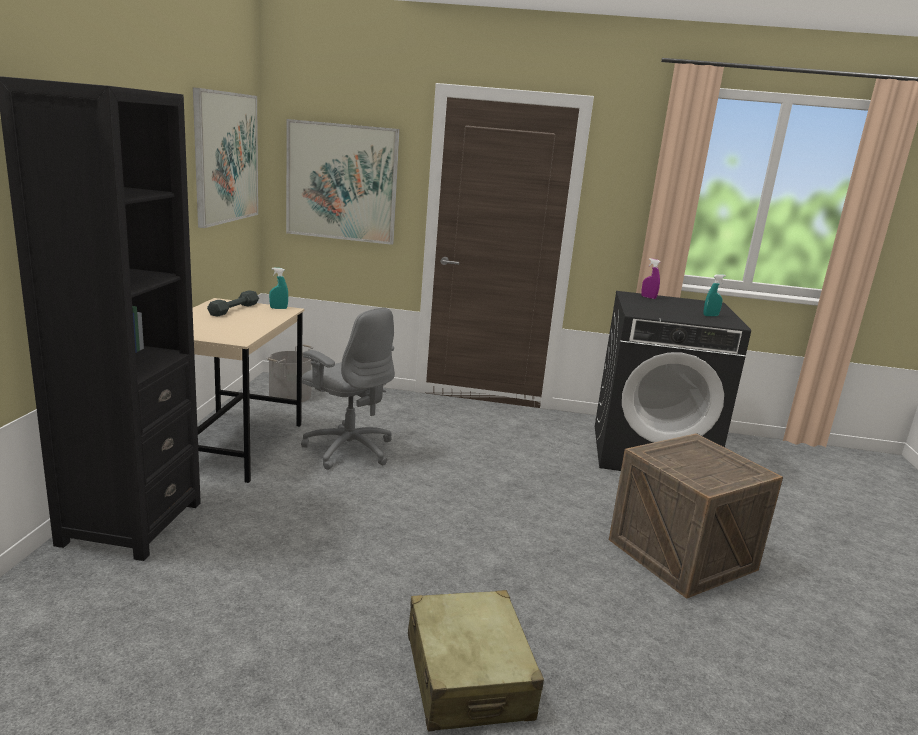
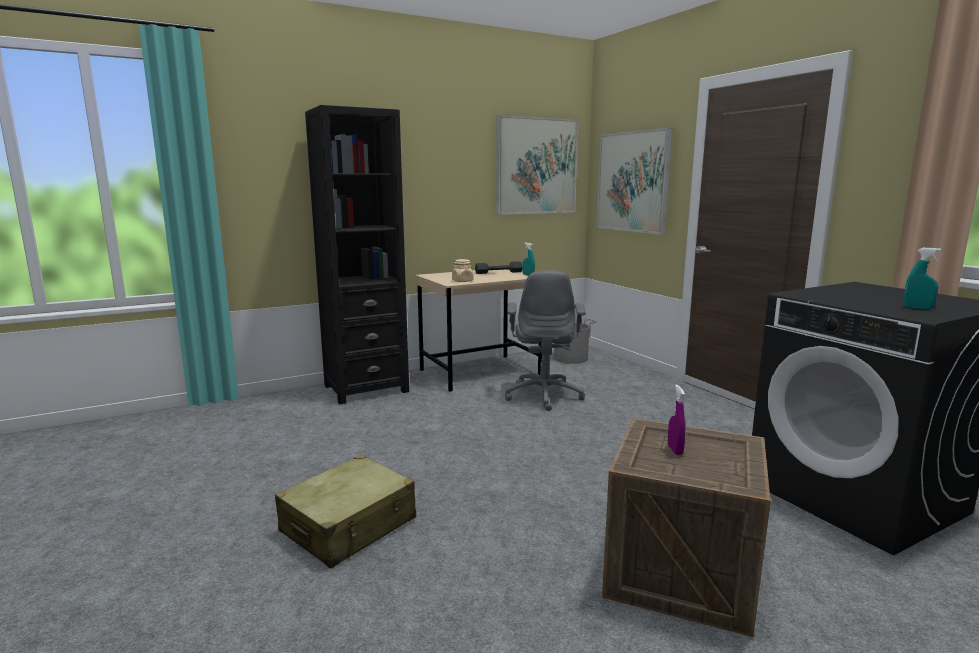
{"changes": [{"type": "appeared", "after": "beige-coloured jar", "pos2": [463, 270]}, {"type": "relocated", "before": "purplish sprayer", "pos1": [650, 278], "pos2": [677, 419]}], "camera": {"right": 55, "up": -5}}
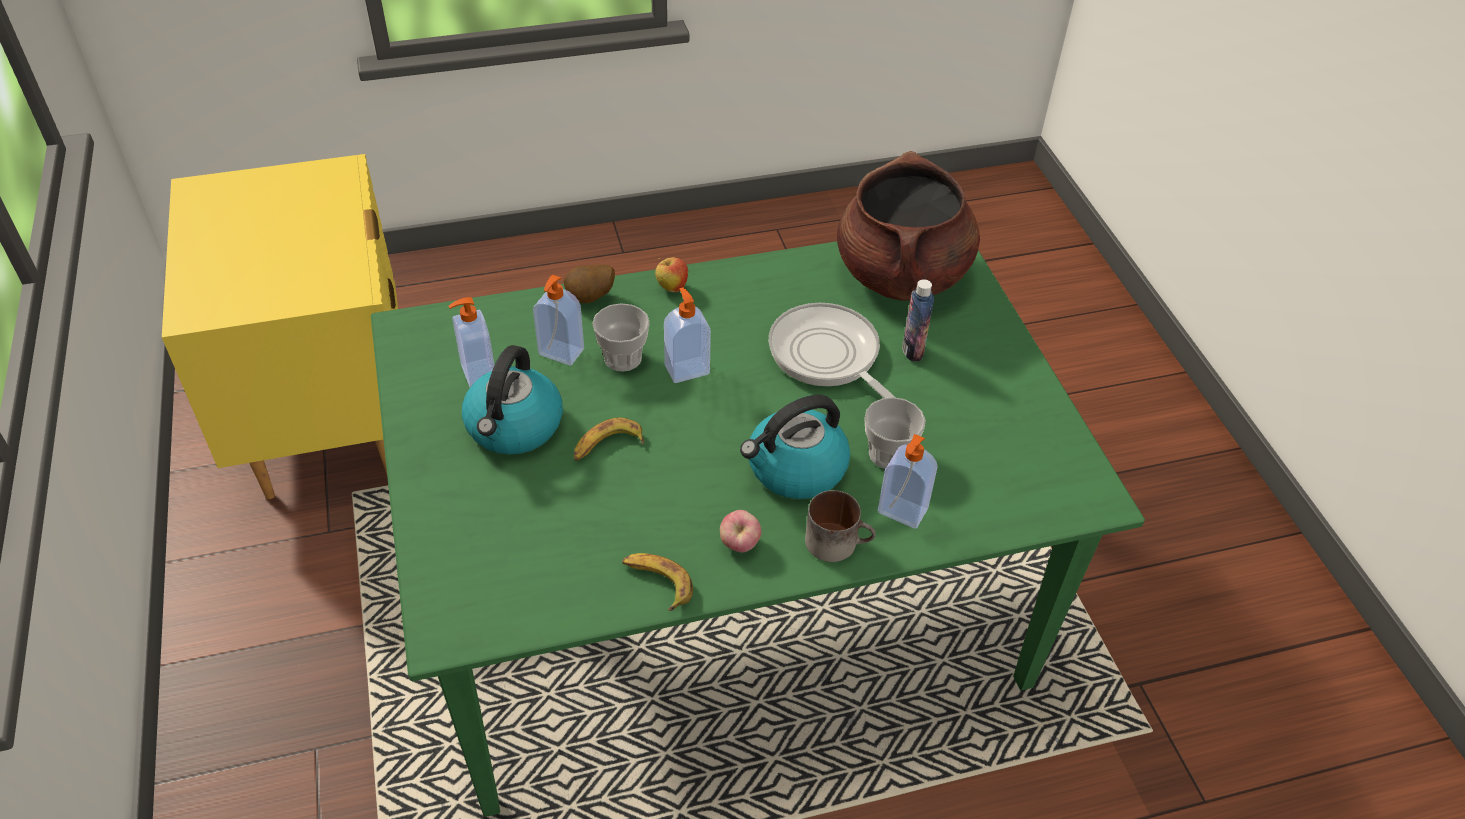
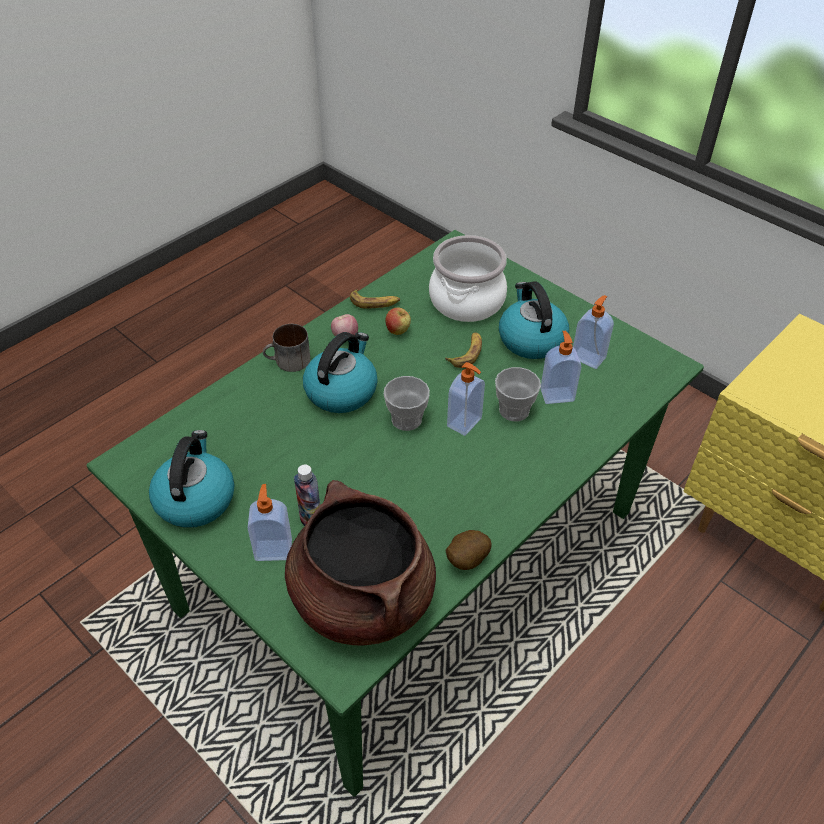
{"changes": [{"type": "appeared", "after": "water kettle", "pos2": [192, 479]}, {"type": "relocated", "before": "liquid soap bottle", "pos1": [907, 481], "pos2": [270, 522]}, {"type": "relocated", "before": "small cup", "pos1": [895, 433], "pos2": [407, 403]}, {"type": "relocated", "before": "apple", "pos1": [671, 275], "pos2": [398, 321]}, {"type": "appeared", "after": "saucepot", "pos2": [468, 278]}, {"type": "relocated", "before": "whole potato", "pos1": [589, 284], "pos2": [469, 550]}, {"type": "missing", "before": "skillet", "pos1": [832, 350]}], "camera": {"right": 150, "up": 0}}
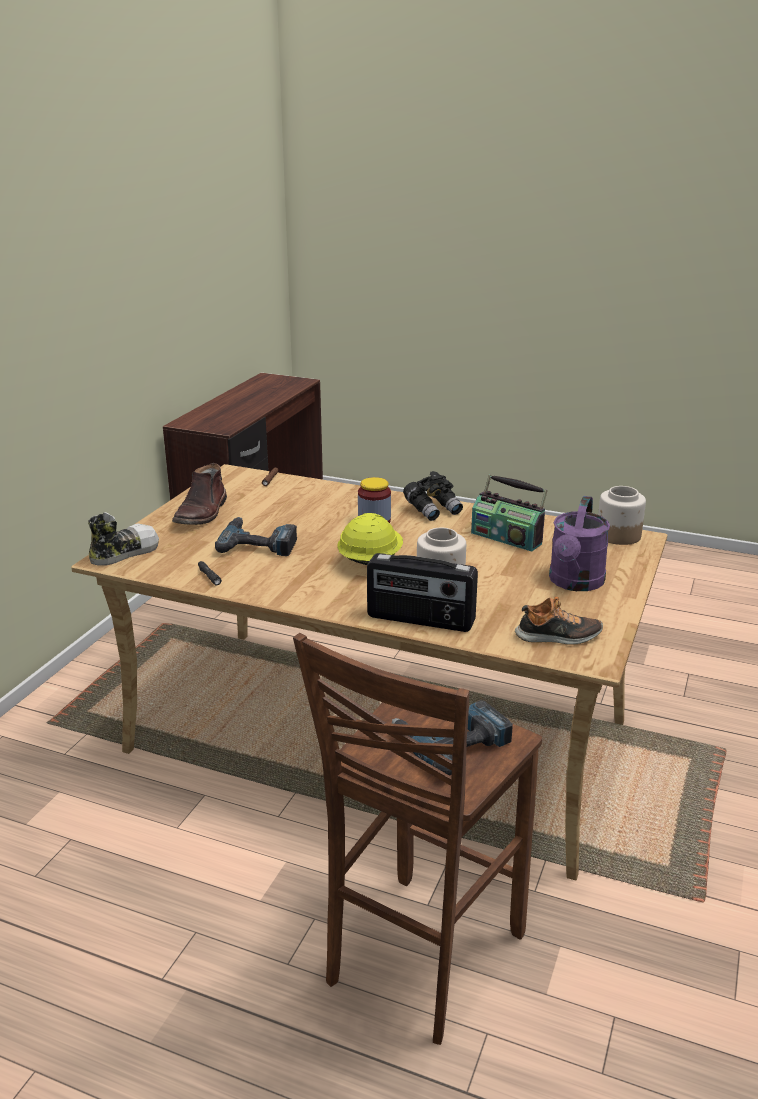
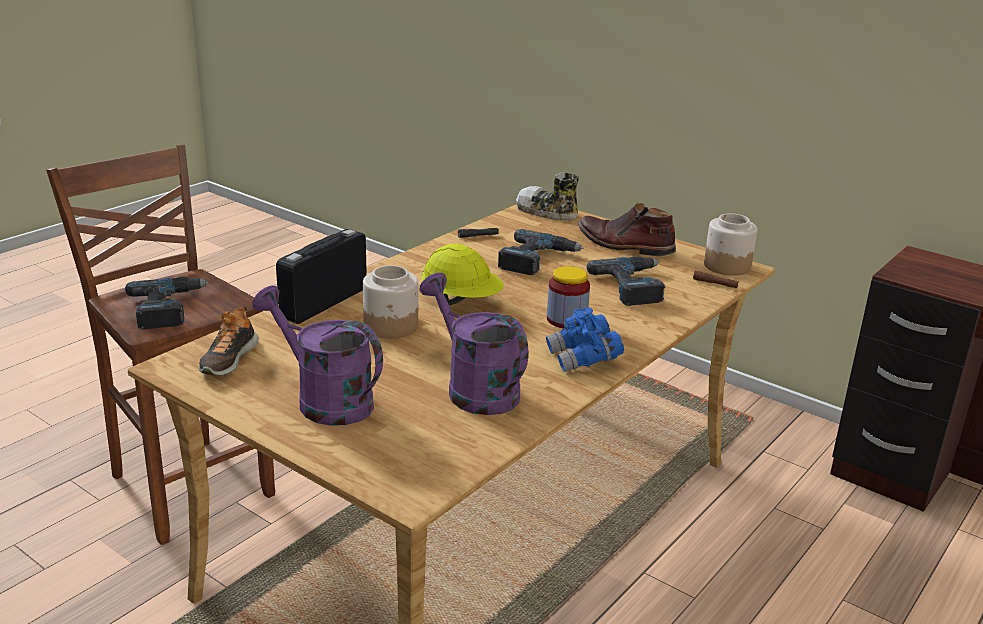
{"changes": [{"type": "exchanged", "before": "radio set", "after": "purplish watering pot", "pos1": [509, 513], "pos2": [474, 344]}, {"type": "spun", "before": "shoe", "pos1": [123, 539], "pos2": [547, 196], "turn": 150}, {"type": "colour", "before": "black field glasses", "after": "bluish field glasses", "pos1": [433, 496], "pos2": [585, 340]}, {"type": "appeared", "after": "drill", "pos2": [626, 281]}, {"type": "relocated", "before": "jar", "pos1": [622, 515], "pos2": [730, 244]}], "camera": {"right": 105, "up": 0}}
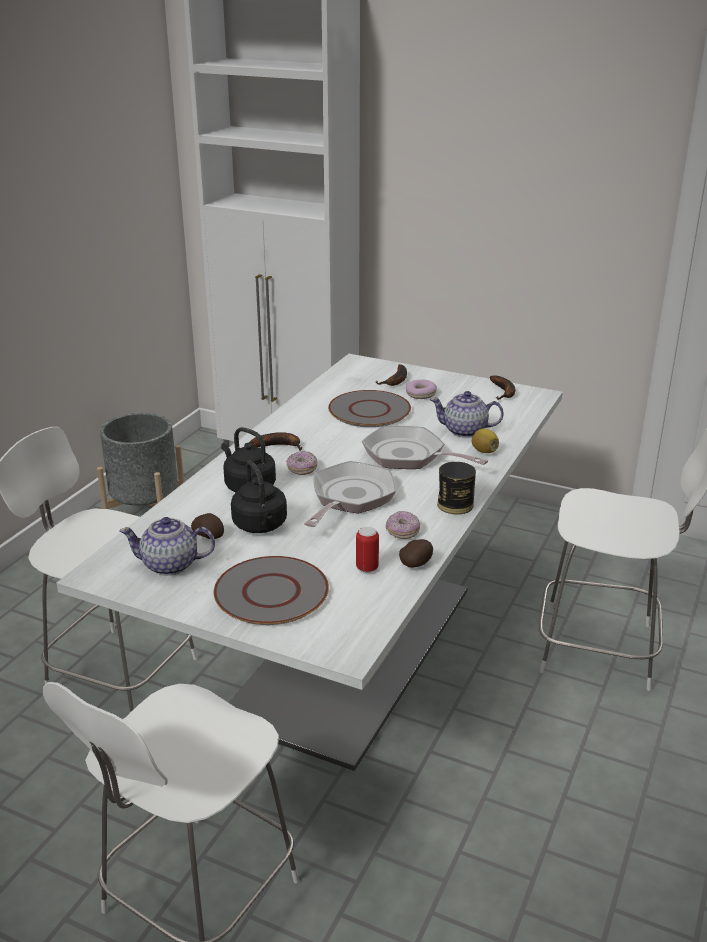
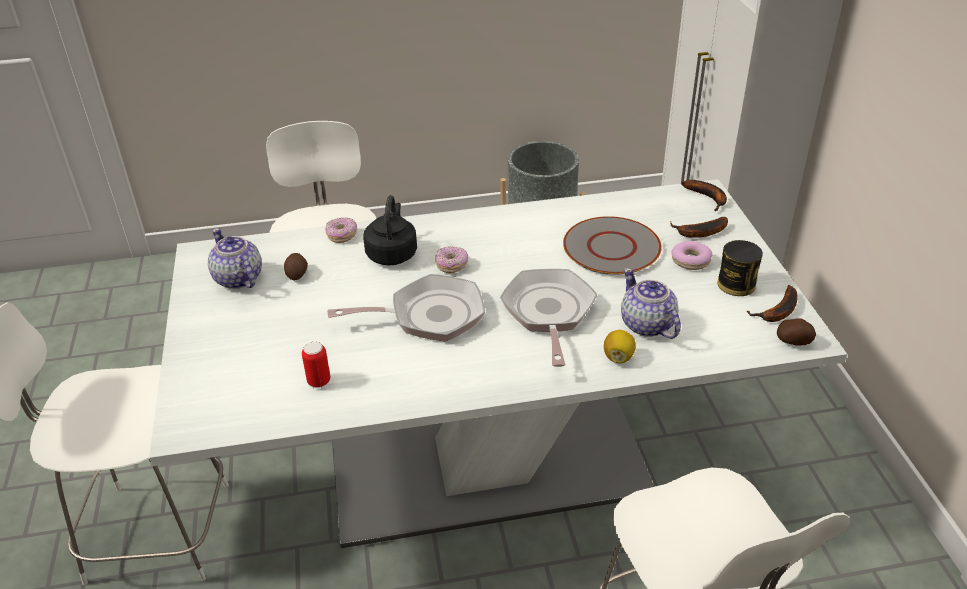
{"changes": [{"type": "relocated", "before": "donut", "pos1": [403, 525], "pos2": [341, 230]}, {"type": "relocated", "before": "whole banana", "pos1": [275, 441], "pos2": [704, 195]}, {"type": "relocated", "before": "can", "pos1": [456, 488], "pos2": [740, 268]}, {"type": "relocated", "before": "whole potato", "pos1": [416, 553], "pos2": [796, 332]}, {"type": "missing", "before": "gray plate", "pos1": [271, 590]}, {"type": "missing", "before": "black water kettle", "pos1": [259, 497]}], "camera": {"right": 55, "up": 10}}
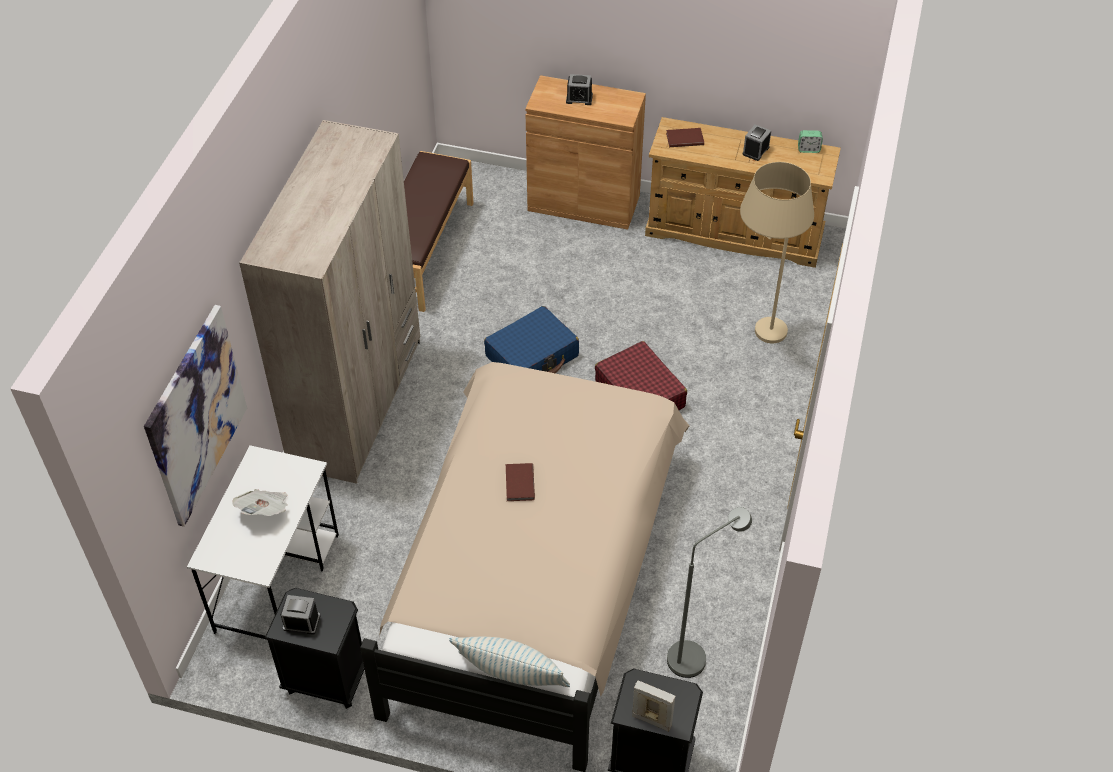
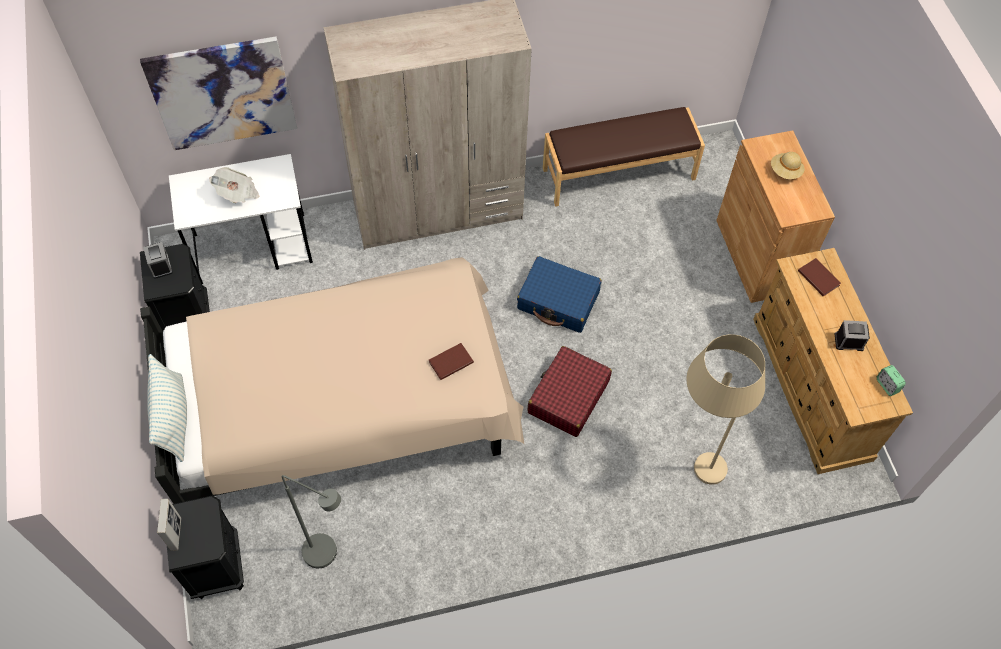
{"changes": [{"type": "relocated", "before": "brown-coloured volume", "pos1": [520, 482], "pos2": [451, 361]}, {"type": "exchanged", "before": "bedside clock", "after": "beige-coloured clothing hat", "pos1": [579, 89], "pos2": [788, 165]}], "camera": {"right": 60, "up": 10}}
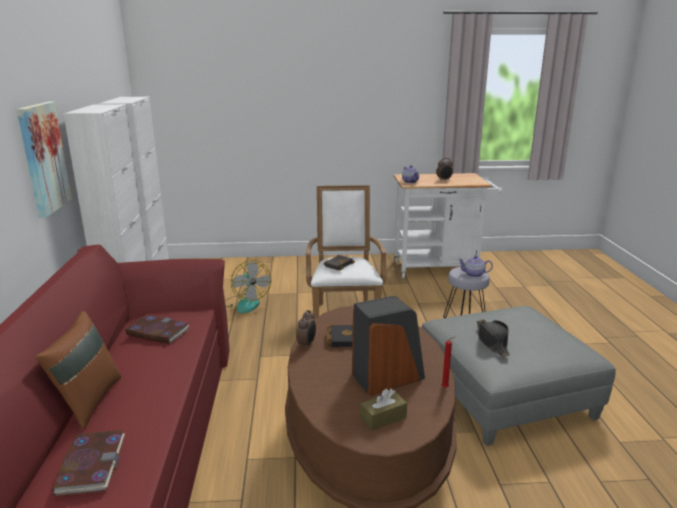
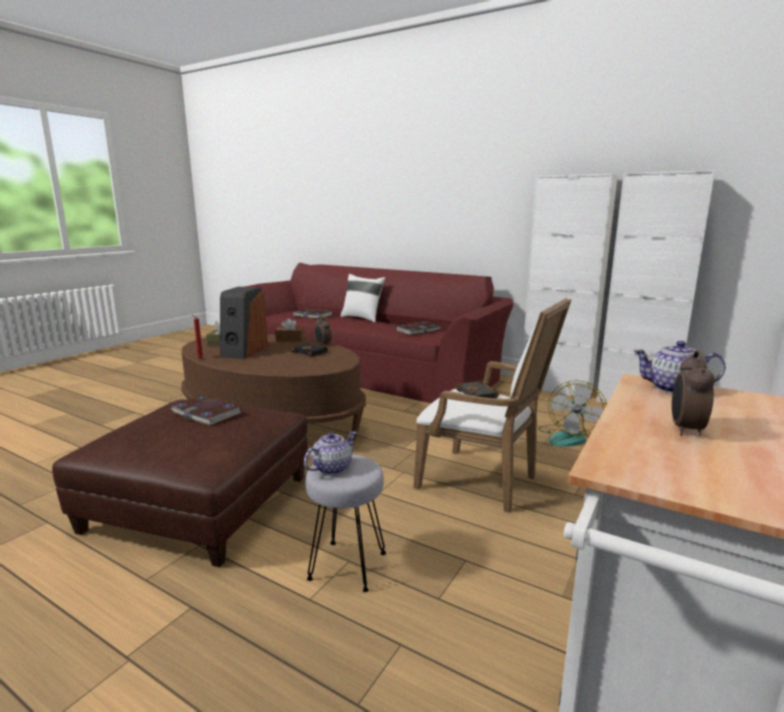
{"changes": [{"type": "colour", "before": "gray footrest", "after": "brown-coloured footrest", "pos1": [519, 376], "pos2": [180, 483]}, {"type": "exchanged", "before": "black clothing hat", "after": "volume", "pos1": [493, 338], "pos2": [206, 410]}, {"type": "appeared", "after": "brown-coloured box of tissues", "pos2": [289, 329]}, {"type": "colour", "before": "brown-coloured cushion", "after": "whitish cushion", "pos1": [78, 370], "pos2": [362, 298]}, {"type": "spun", "before": "cooling fan", "pos1": [248, 286], "pos2": [572, 413], "turn": -75}, {"type": "missing", "before": "picture", "pos1": [44, 159]}], "camera": {"right": 125, "up": -5}}
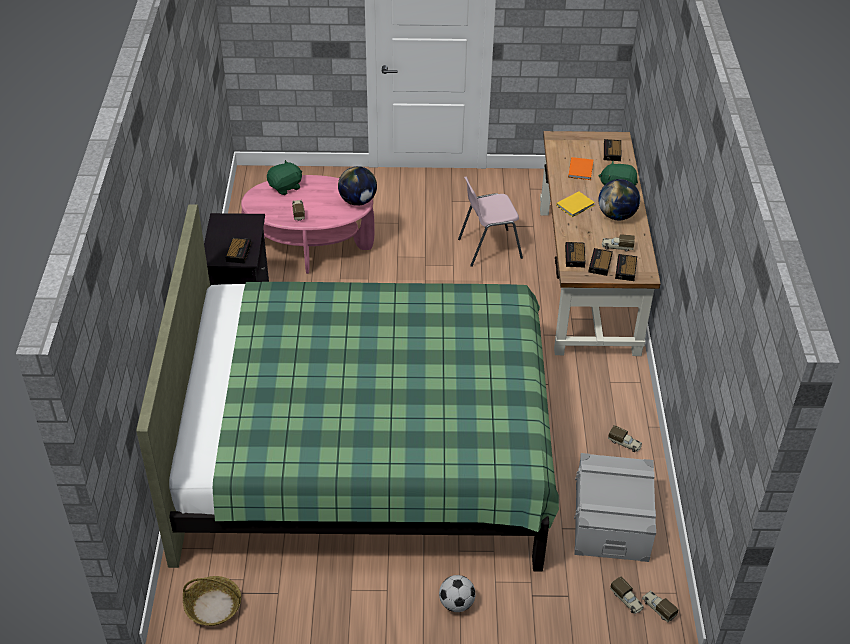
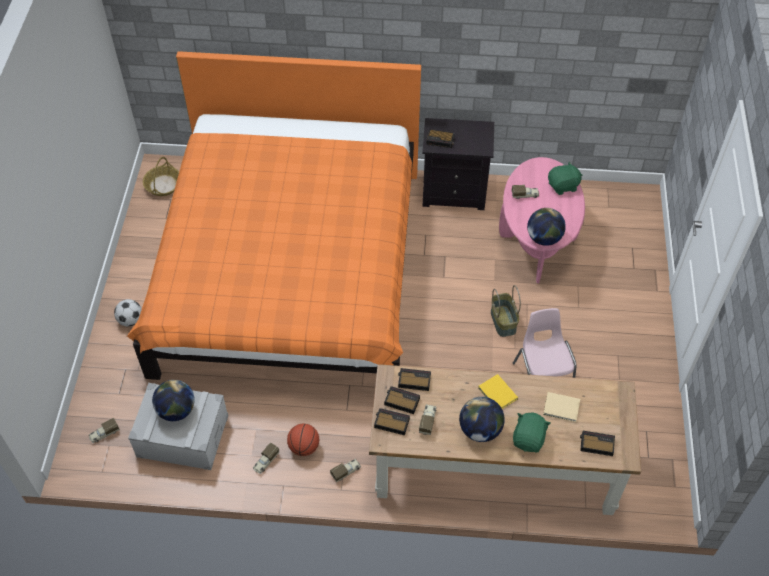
{"changes": [{"type": "colour", "before": "greenish sleeping bed", "after": "orange sleeping bed", "pos1": [347, 387], "pos2": [274, 215]}, {"type": "appeared", "after": "desk globe", "pos2": [173, 400]}, {"type": "appeared", "after": "ball for basketball", "pos2": [303, 440]}, {"type": "relocated", "before": "model truck", "pos1": [660, 606], "pos2": [345, 470]}, {"type": "appeared", "after": "household basket", "pos2": [506, 311]}, {"type": "colour", "before": "orange volume", "after": "beige-coloured volume", "pos1": [580, 168], "pos2": [561, 407]}, {"type": "spun", "before": "greenish soft toy", "pos1": [284, 177], "pos2": [565, 178], "turn": -75}], "camera": {"right": 95, "up": 10}}
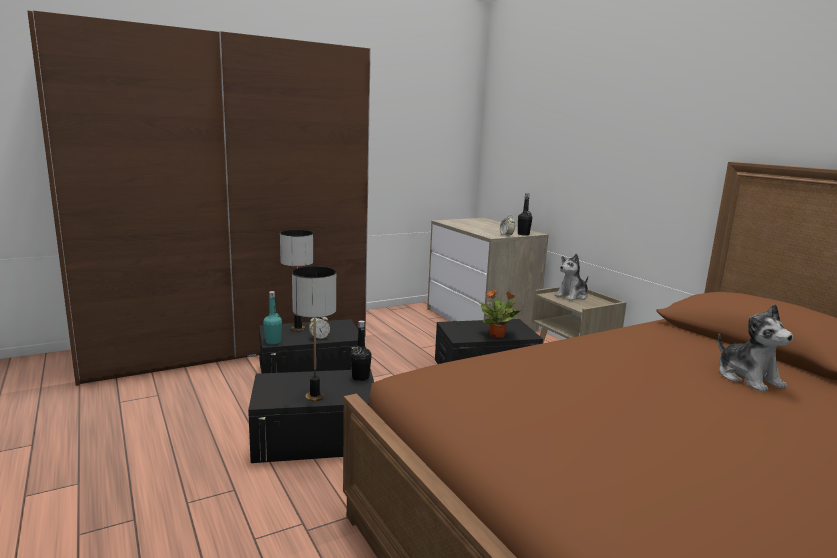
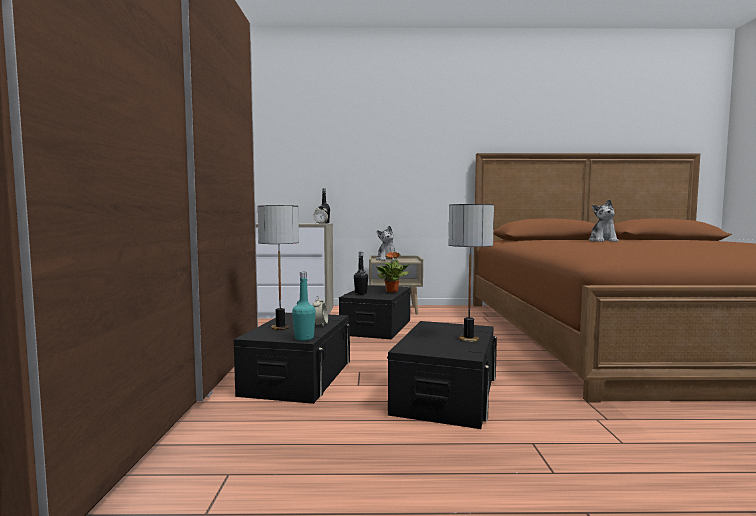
{"changes": [{"type": "relocated", "before": "black bottle", "pos1": [361, 350], "pos2": [361, 273]}, {"type": "spun", "before": "soft toy", "pos1": [755, 348], "pos2": [604, 220], "turn": 90}], "camera": {"right": -60, "up": -10}}
